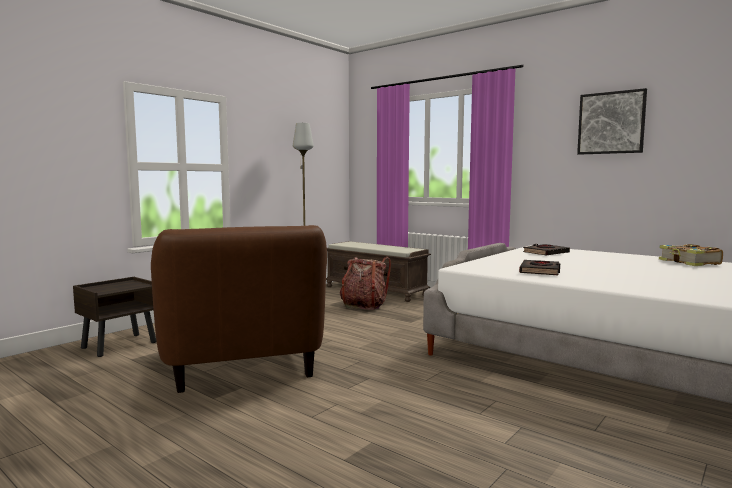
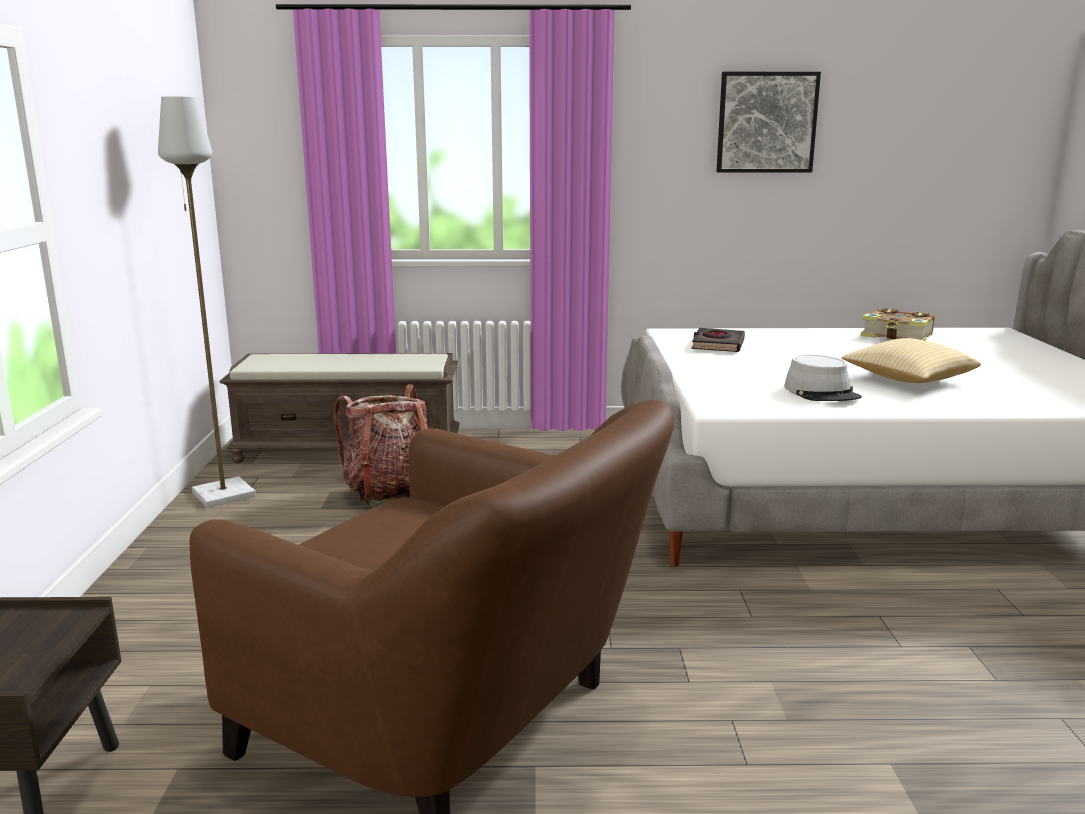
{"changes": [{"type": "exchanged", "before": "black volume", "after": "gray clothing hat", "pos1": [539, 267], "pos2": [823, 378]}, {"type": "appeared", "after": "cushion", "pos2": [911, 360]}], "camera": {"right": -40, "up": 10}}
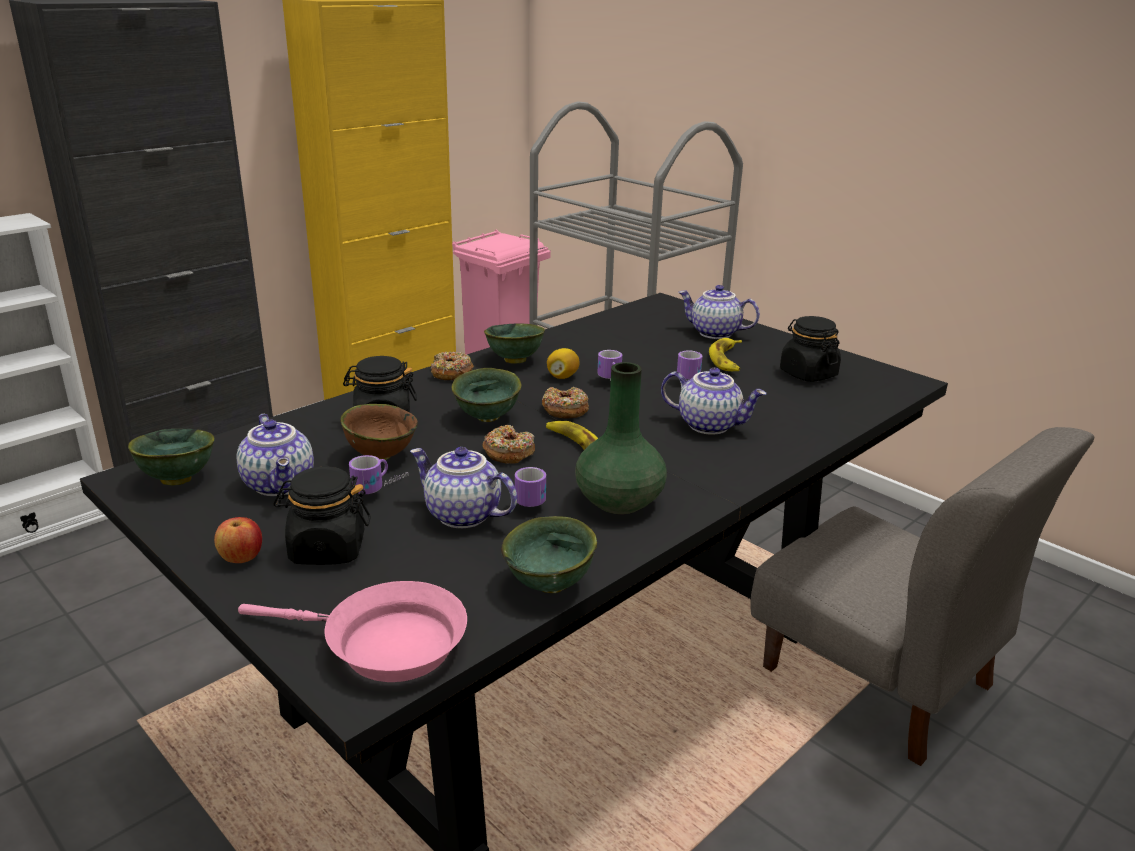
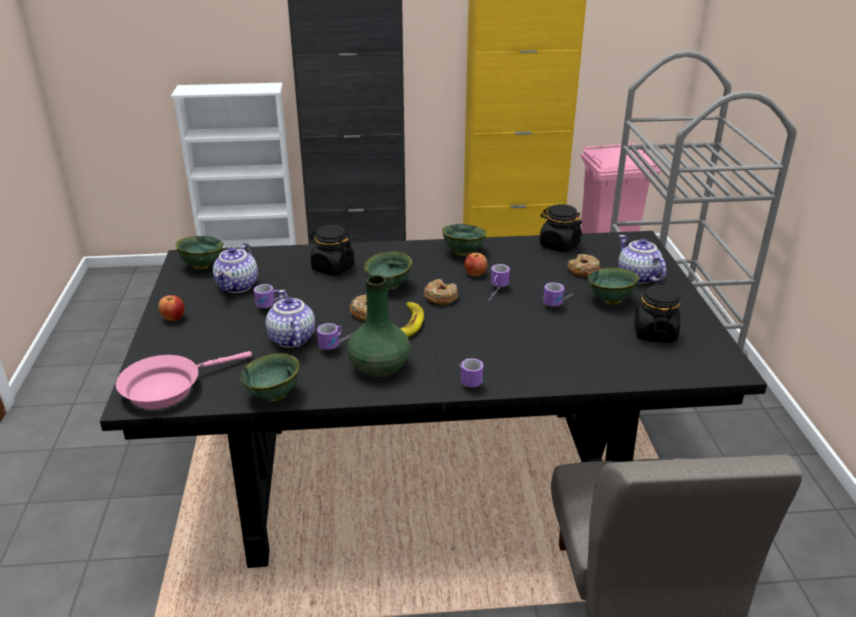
{"changes": [{"type": "spun", "before": "pinkish skillet", "pos1": [352, 631], "pos2": [184, 380], "turn": 90}, {"type": "appeared", "after": "mug", "pos2": [471, 372]}, {"type": "exchanged", "before": "lemon", "after": "apple", "pos1": [563, 363], "pos2": [475, 264]}, {"type": "relocated", "before": "black jar", "pos1": [322, 515], "pos2": [560, 228]}, {"type": "relocated", "before": "donut", "pos1": [452, 366], "pos2": [584, 265]}, {"type": "exchanged", "before": "whole banana", "after": "greenish bowl", "pos1": [725, 354], "pos2": [613, 286]}, {"type": "missing", "before": "brown-coloured bowl", "pos1": [379, 432]}, {"type": "missing", "before": "teapot", "pos1": [714, 401]}], "camera": {"right": 40, "up": 5}}
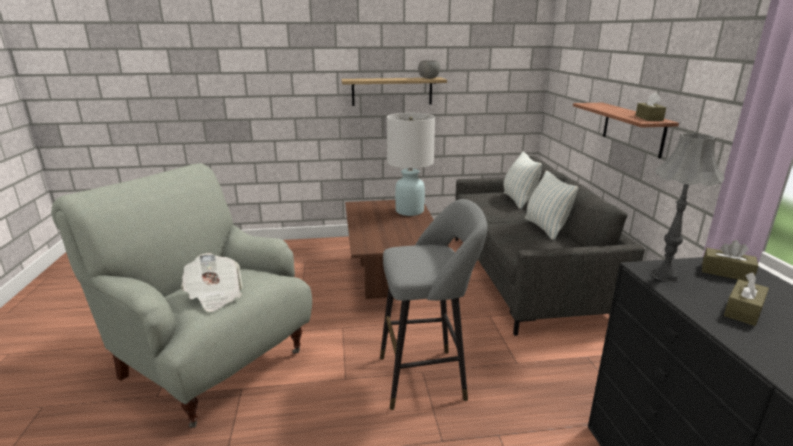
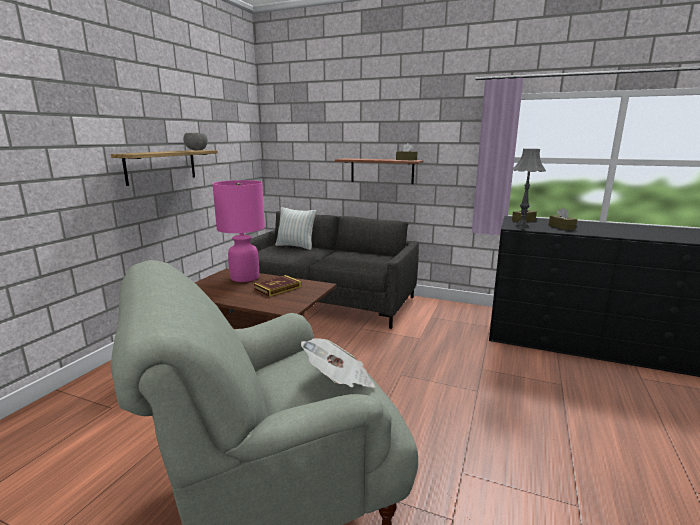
{"changes": [{"type": "colour", "before": "whitish lamp for a table", "after": "pinkish lamp for a table", "pos1": [411, 164], "pos2": [238, 231]}, {"type": "appeared", "after": "volume", "pos2": [277, 286]}, {"type": "missing", "before": "gray stool", "pos1": [433, 304]}, {"type": "missing", "before": "cushion", "pos1": [551, 205]}], "camera": {"right": -60, "up": -5}}
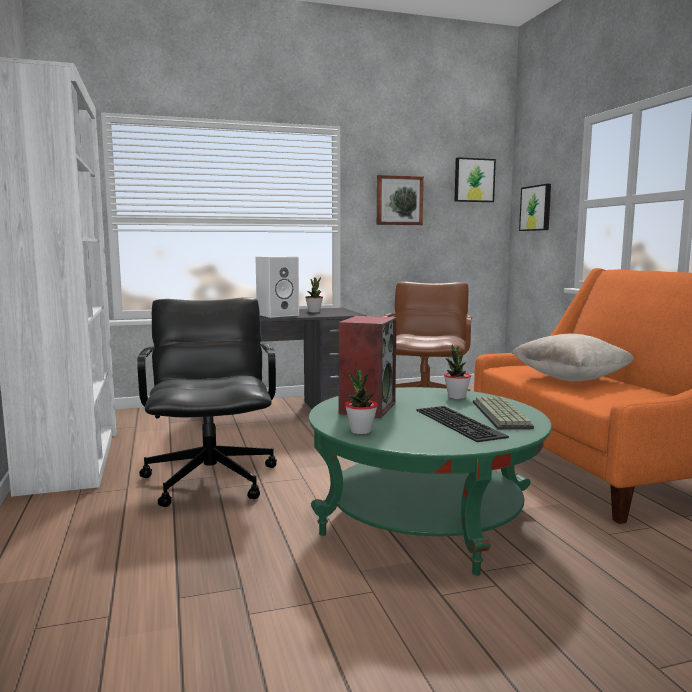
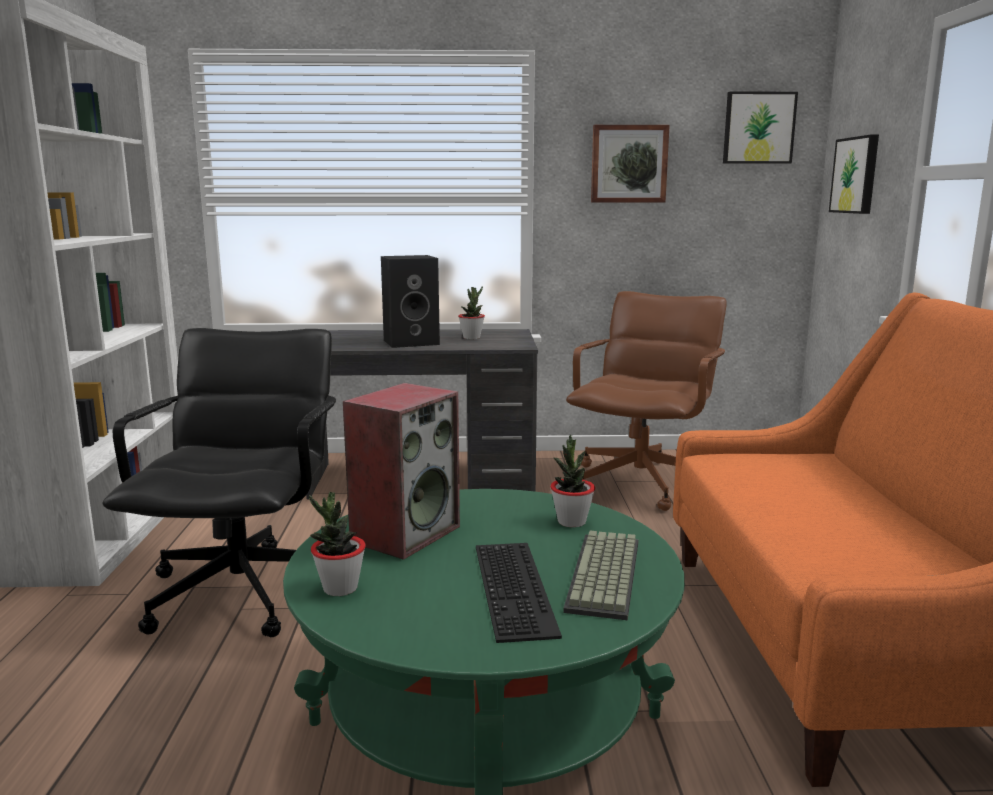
{"changes": [{"type": "colour", "before": "whitish audio speaker", "after": "black audio speaker", "pos1": [277, 287], "pos2": [410, 301]}, {"type": "missing", "before": "beige-coloured cushion", "pos1": [572, 357]}], "camera": {"right": 15, "up": 5}}
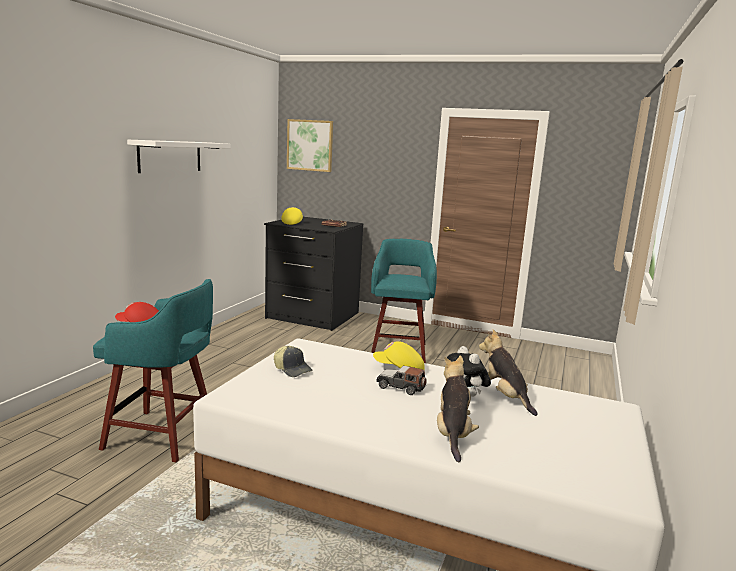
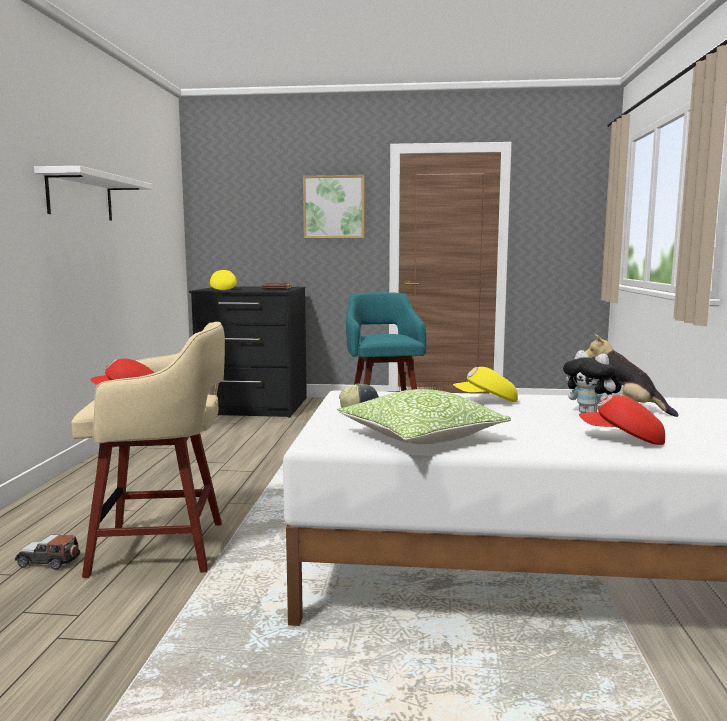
{"changes": [{"type": "relocated", "before": "toy car", "pos1": [401, 380], "pos2": [47, 552]}, {"type": "colour", "before": "turquoise-coloured stool", "after": "beige-coloured stool", "pos1": [153, 370], "pos2": [148, 450]}, {"type": "relocated", "before": "picture", "pos1": [310, 145], "pos2": [333, 206]}, {"type": "appeared", "after": "cushion", "pos2": [424, 416]}, {"type": "exchanged", "before": "soft toy", "after": "red cap", "pos1": [458, 408], "pos2": [622, 420]}], "camera": {"right": -15, "up": -5}}
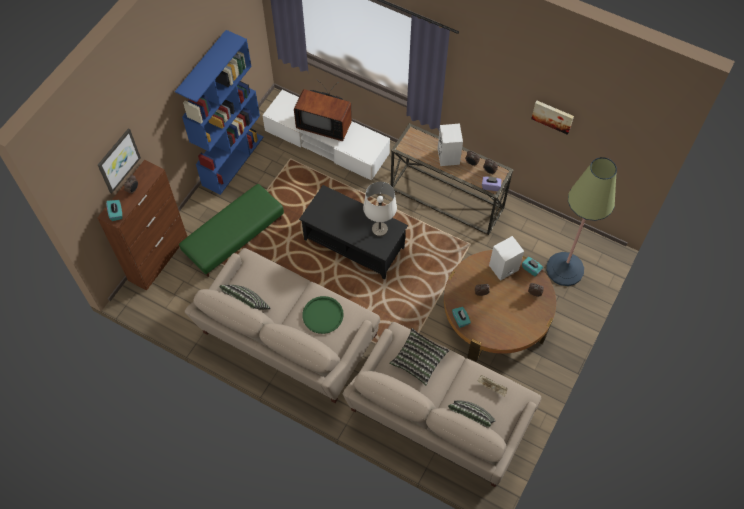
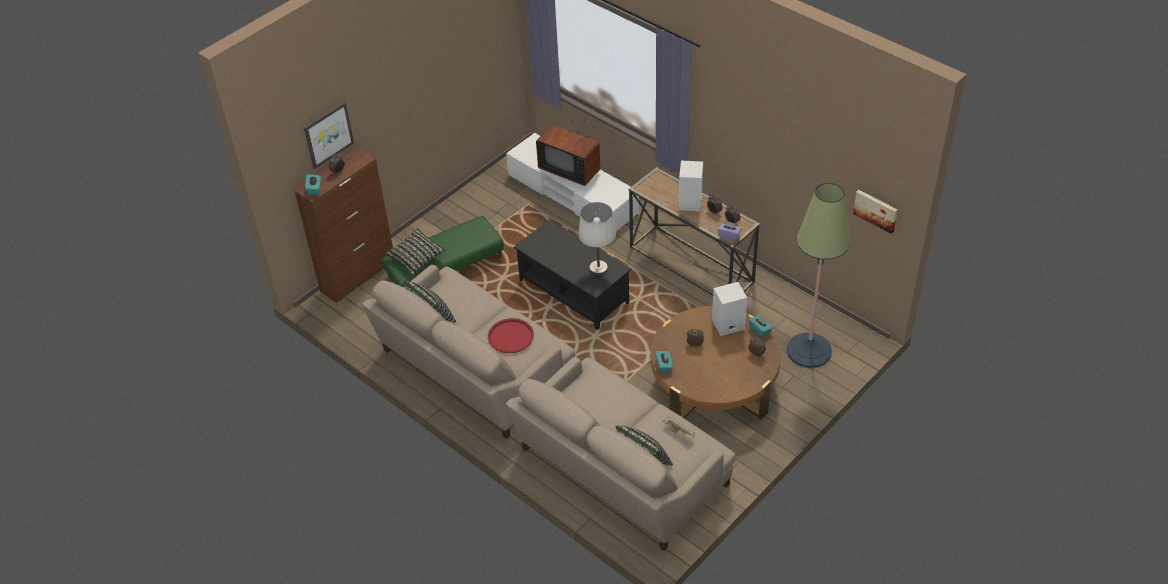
{"changes": [{"type": "relocated", "before": "cushion", "pos1": [419, 356], "pos2": [415, 251]}, {"type": "colour", "before": "greenish carrying tray", "after": "red carrying tray", "pos1": [323, 315], "pos2": [511, 335]}, {"type": "relocated", "before": "picture", "pos1": [552, 118], "pos2": [875, 212]}, {"type": "missing", "before": "bluish bookshelf", "pos1": [219, 112]}], "camera": {"right": 15, "up": -15}}
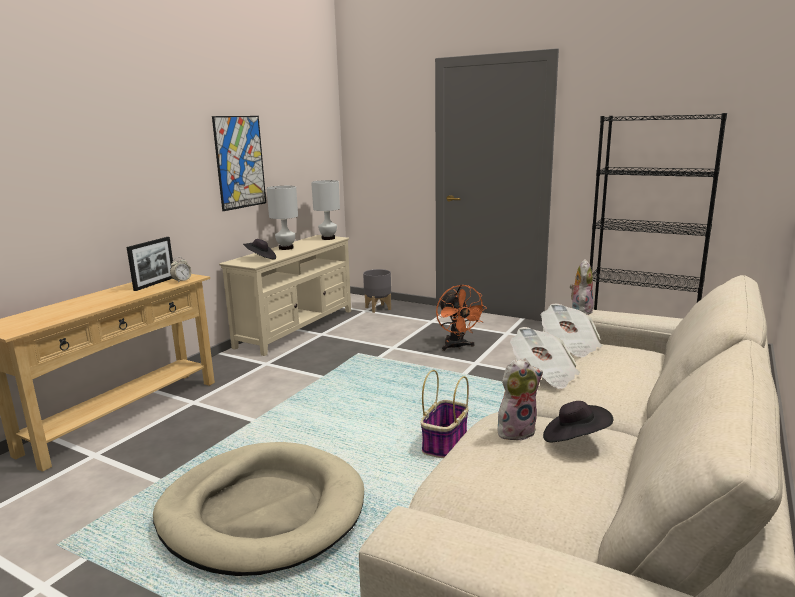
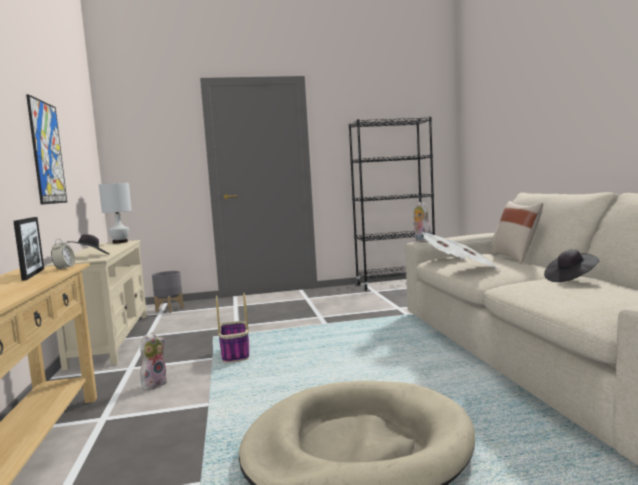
{"changes": [{"type": "relocated", "before": "soft toy", "pos1": [520, 399], "pos2": [153, 361]}, {"type": "relocated", "before": "household basket", "pos1": [444, 414], "pos2": [232, 328]}, {"type": "appeared", "after": "beige-coloured cushion", "pos2": [517, 232]}, {"type": "missing", "before": "whitish lamp for a table", "pos1": [282, 218]}, {"type": "missing", "before": "orange cooling fan", "pos1": [461, 317]}], "camera": {"right": -40, "up": -10}}
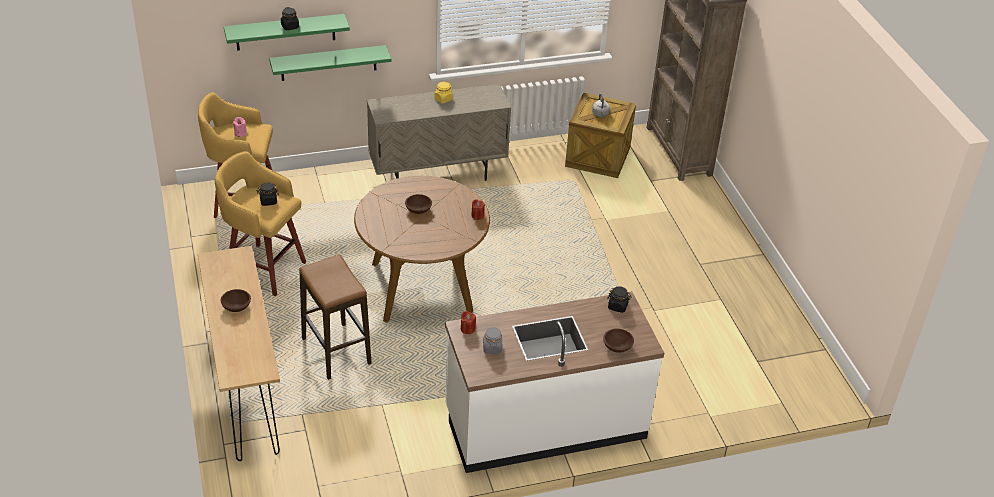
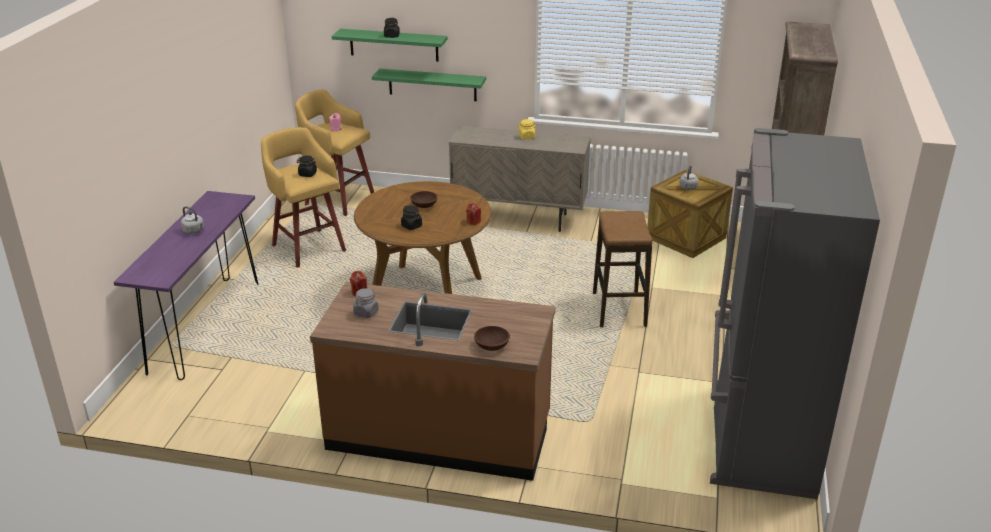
{"changes": [{"type": "colour", "before": "brown-coloured narrow table", "after": "purplish narrow table", "pos1": [239, 353], "pos2": [186, 285]}, {"type": "exchanged", "before": "brown-coloured bowl", "after": "gray water kettle", "pos1": [235, 300], "pos2": [192, 220]}, {"type": "colour", "before": "whitish kitchen counter", "after": "brown-coloured kitchen counter", "pos1": [554, 382], "pos2": [432, 381]}, {"type": "relocated", "before": "black jar", "pos1": [619, 299], "pos2": [411, 217]}, {"type": "relocated", "before": "stool", "pos1": [335, 317], "pos2": [623, 269]}, {"type": "appeared", "after": "gray kitchen fridge", "pos2": [795, 313]}], "camera": {"right": 30, "up": -10}}
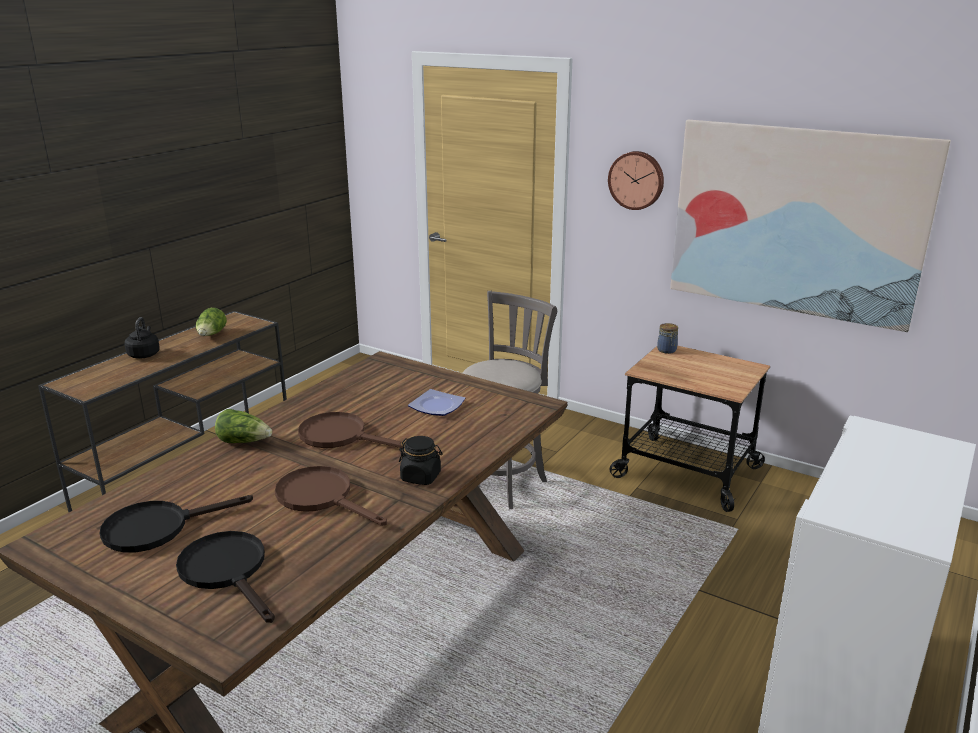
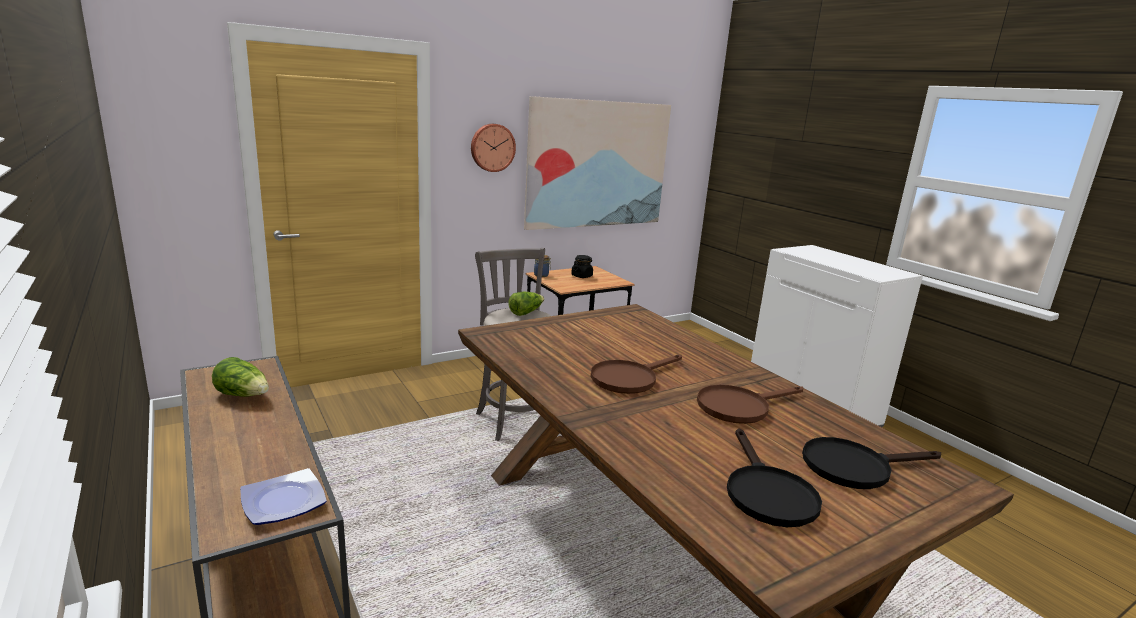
{"changes": [{"type": "relocated", "before": "plate", "pos1": [437, 402], "pos2": [283, 496]}, {"type": "relocated", "before": "head of lettuce", "pos1": [243, 426], "pos2": [526, 304]}, {"type": "relocated", "before": "black jar", "pos1": [421, 460], "pos2": [582, 266]}, {"type": "missing", "before": "black water kettle", "pos1": [142, 338]}], "camera": {"right": -65, "up": -5}}
